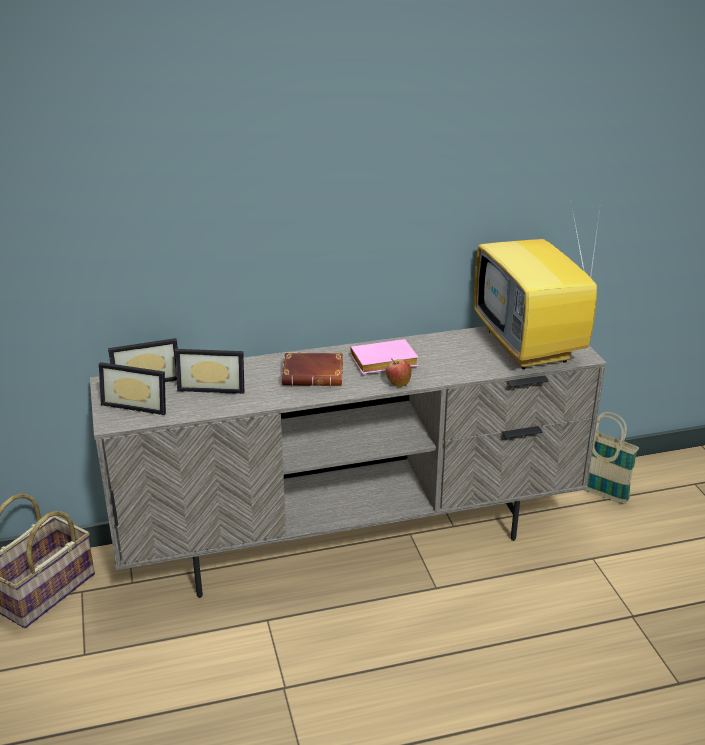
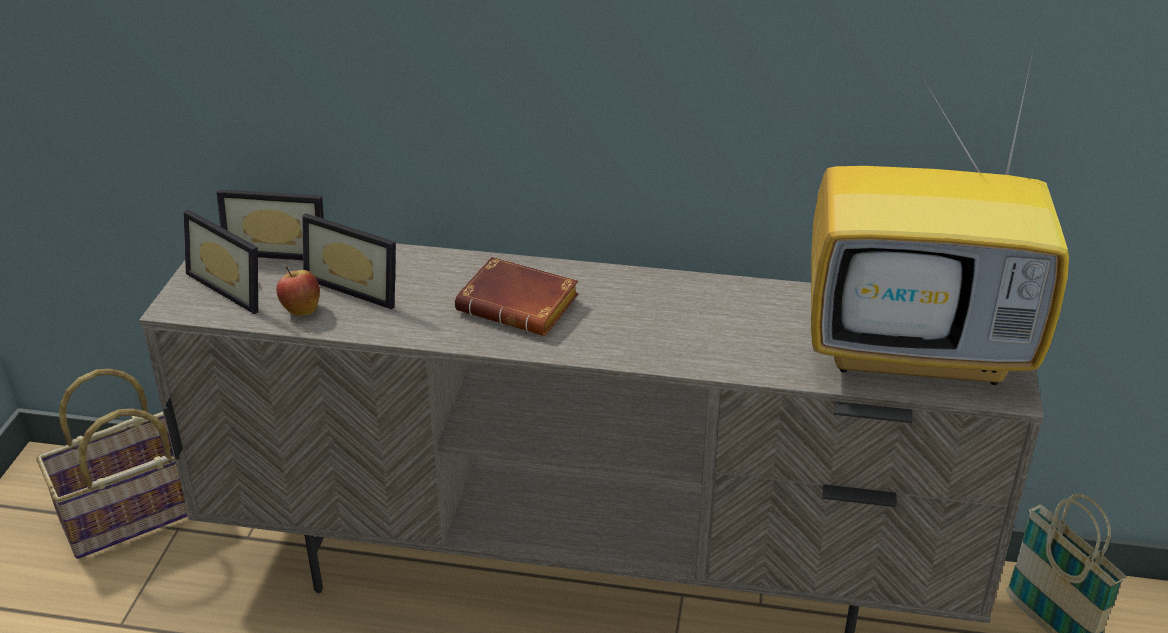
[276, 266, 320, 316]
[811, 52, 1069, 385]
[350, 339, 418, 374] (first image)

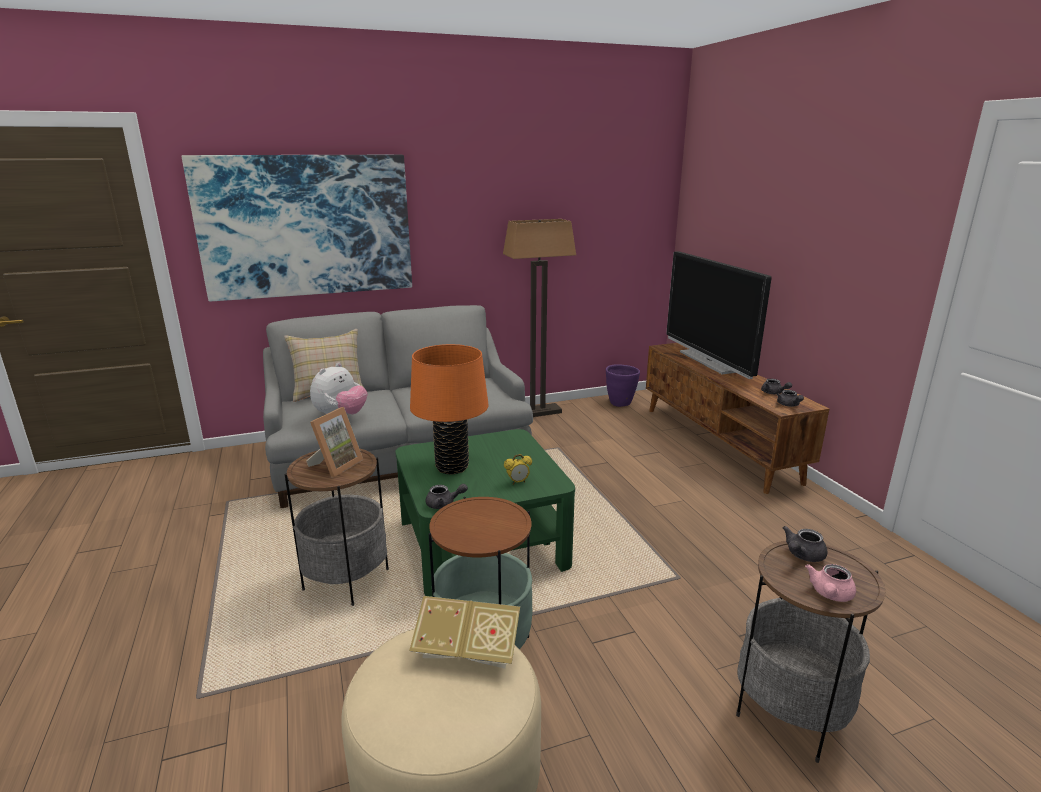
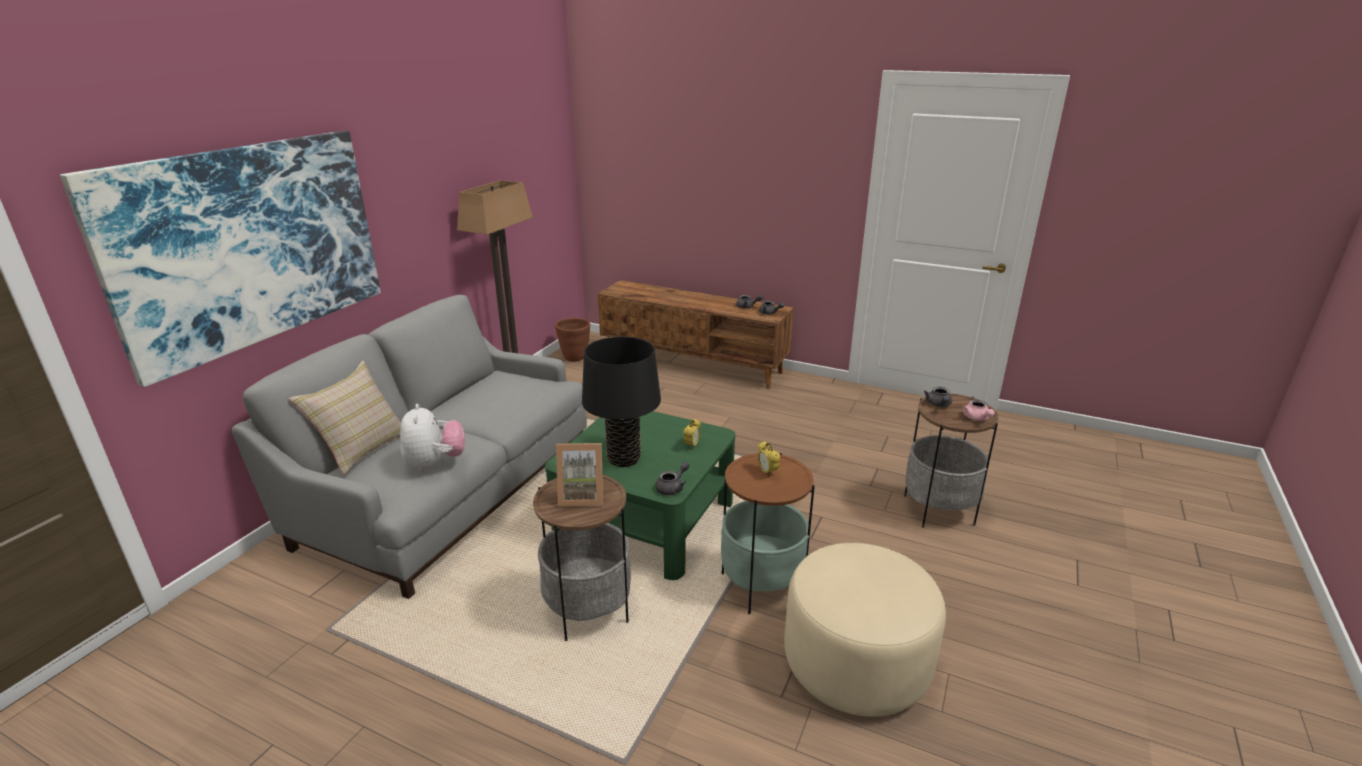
[555, 318, 590, 362]
[556, 443, 603, 507]
[582, 336, 661, 467]
[757, 441, 780, 477]
[409, 596, 520, 669] (first image)
[666, 251, 772, 379] (first image)

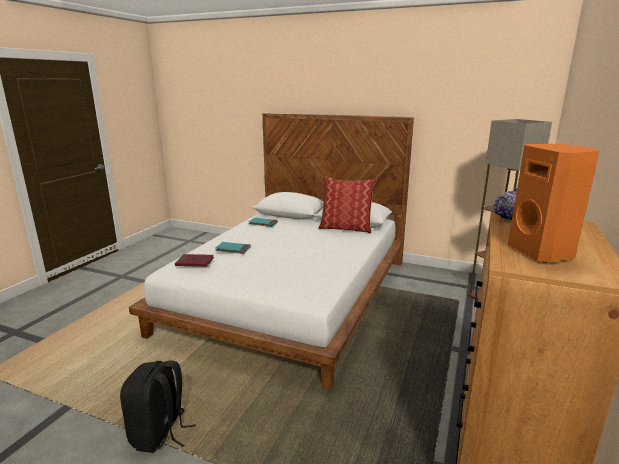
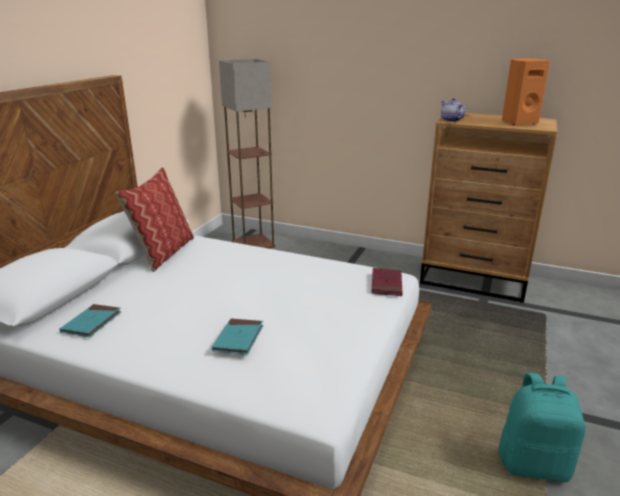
[371, 268, 402, 296]
[499, 373, 586, 482]

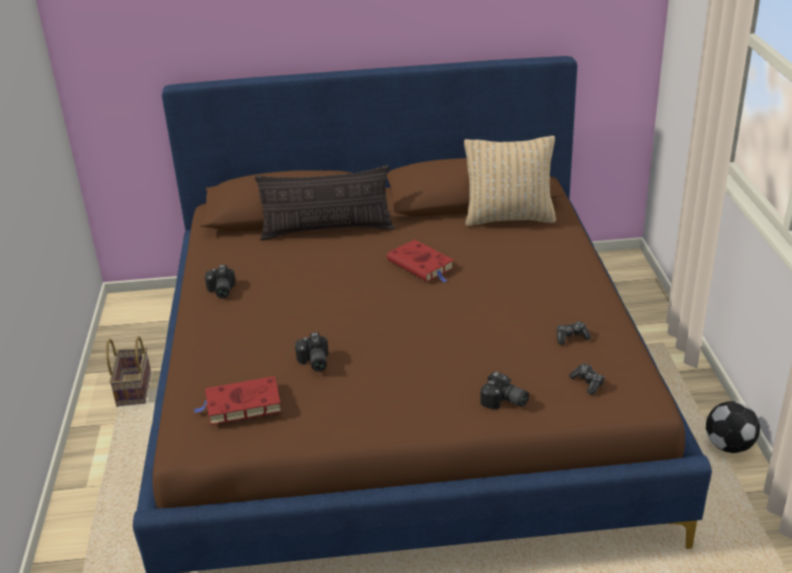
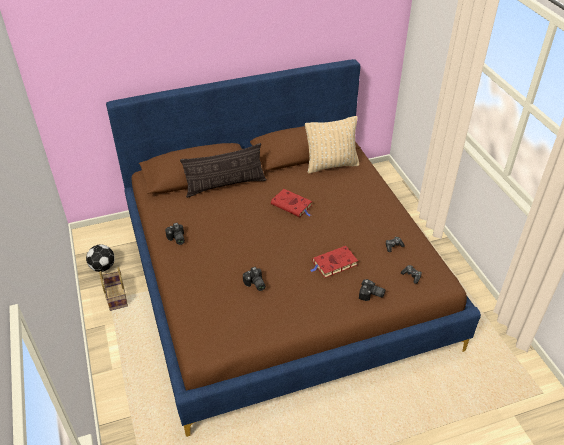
[86, 245, 115, 272]
[310, 246, 358, 278]

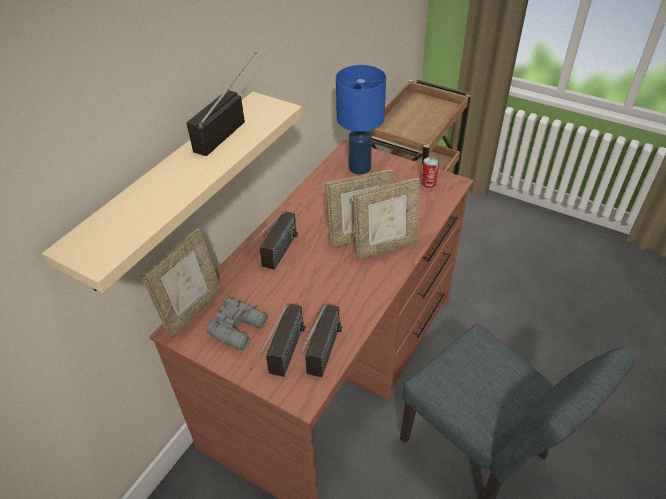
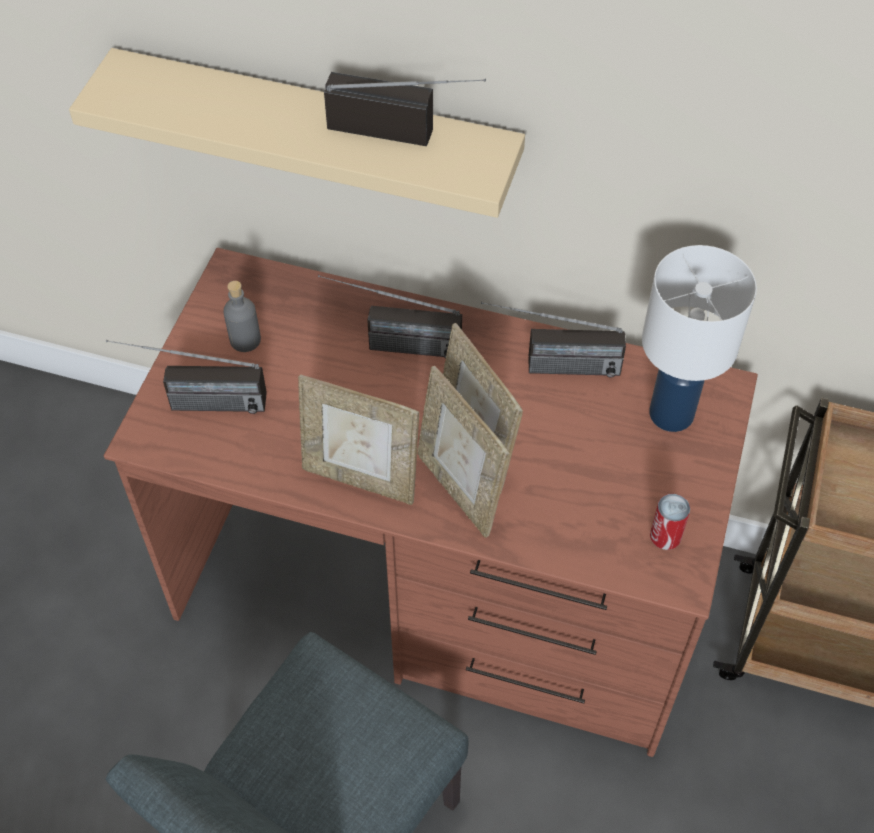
[223, 281, 261, 352]
[298, 374, 419, 505]
[481, 302, 626, 377]
[642, 245, 757, 432]

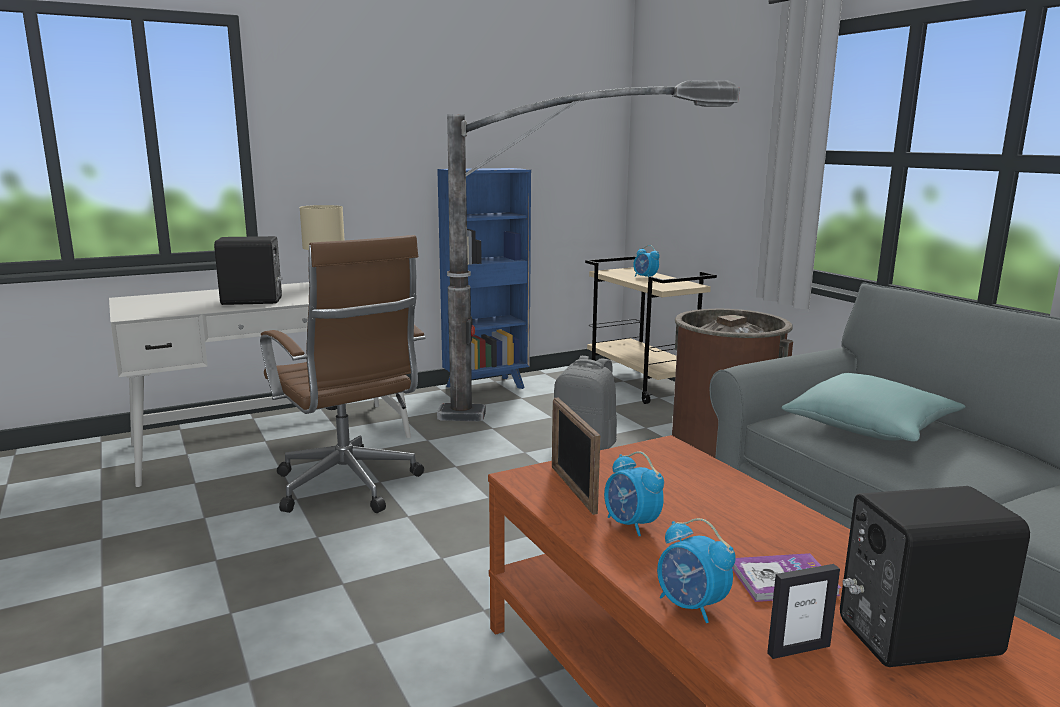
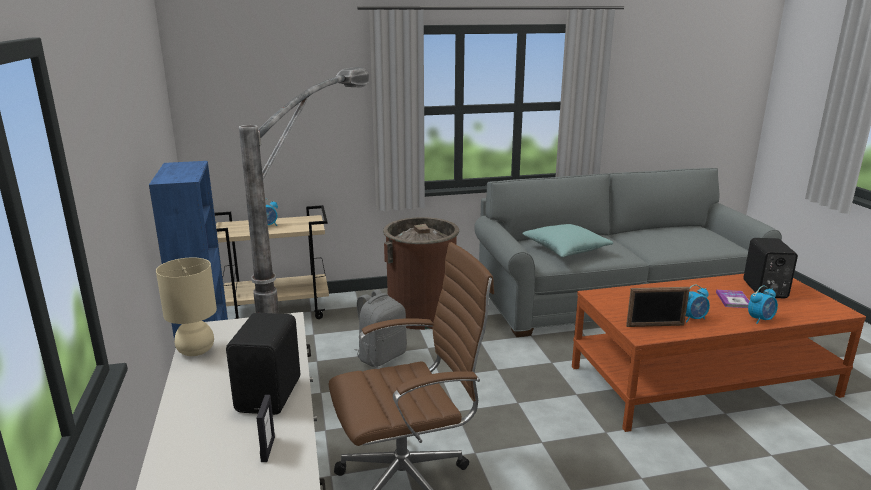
[257, 395, 275, 462]

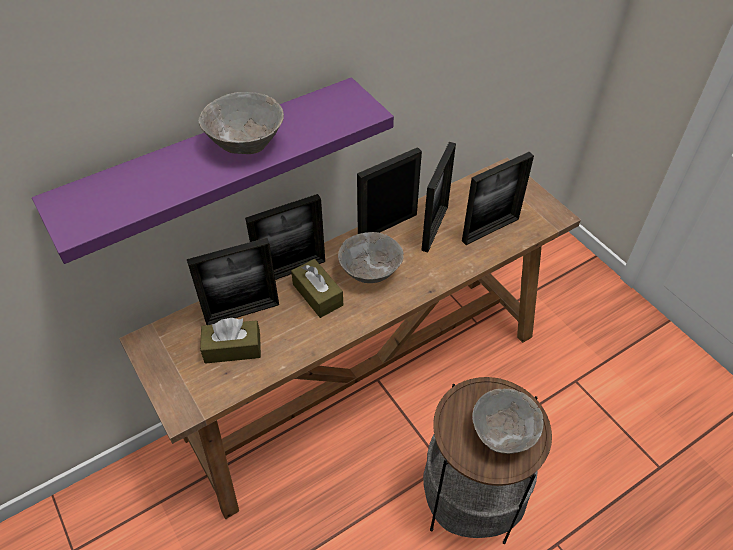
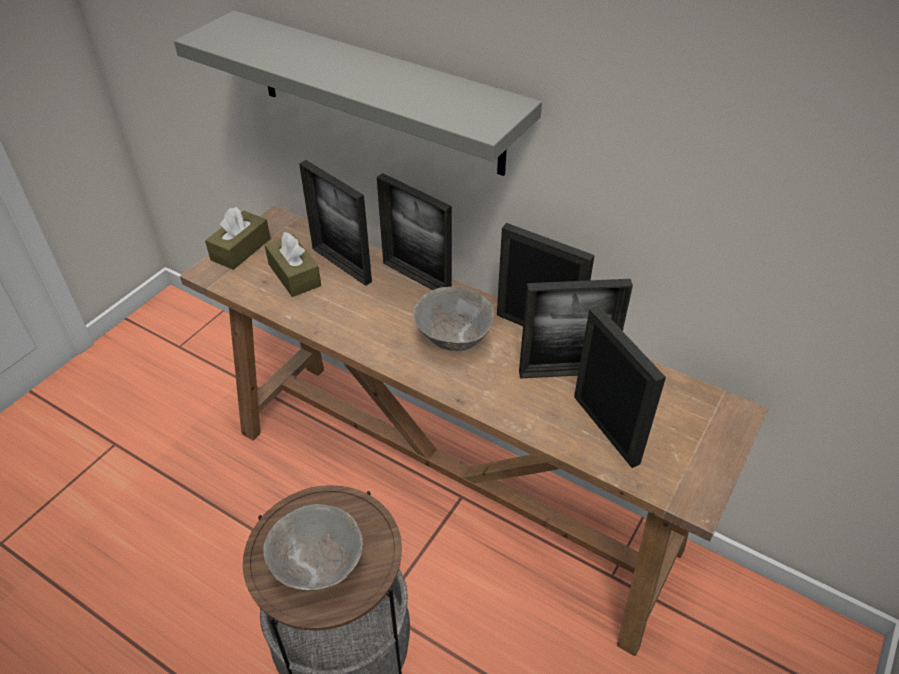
[174, 10, 542, 176]
[205, 207, 271, 270]
[574, 306, 666, 468]
[199, 92, 284, 154] (first image)

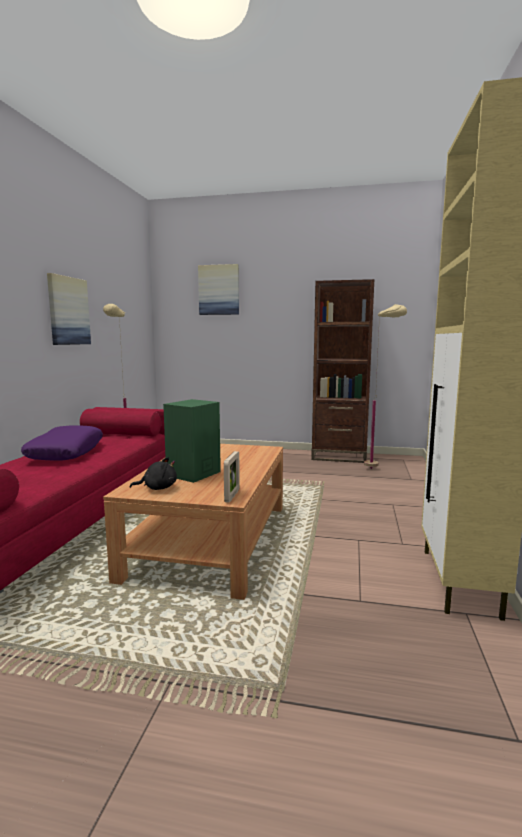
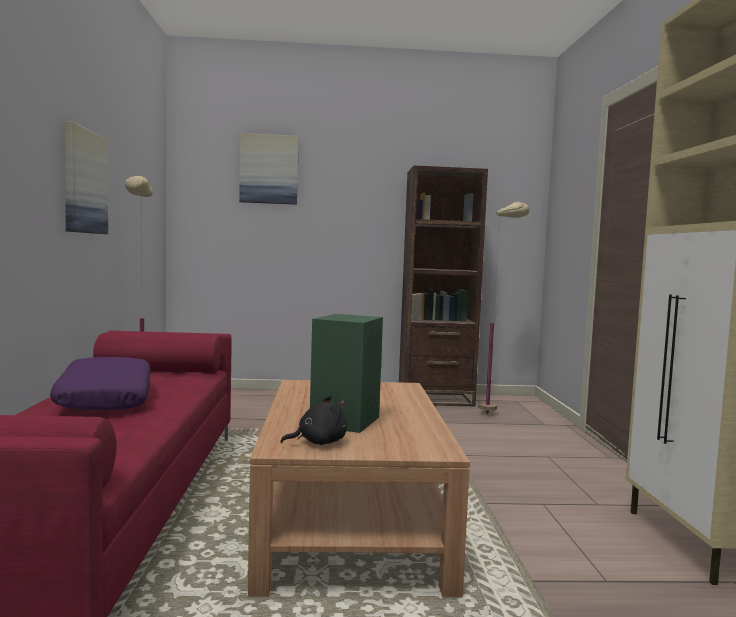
[224, 451, 240, 503] (first image)

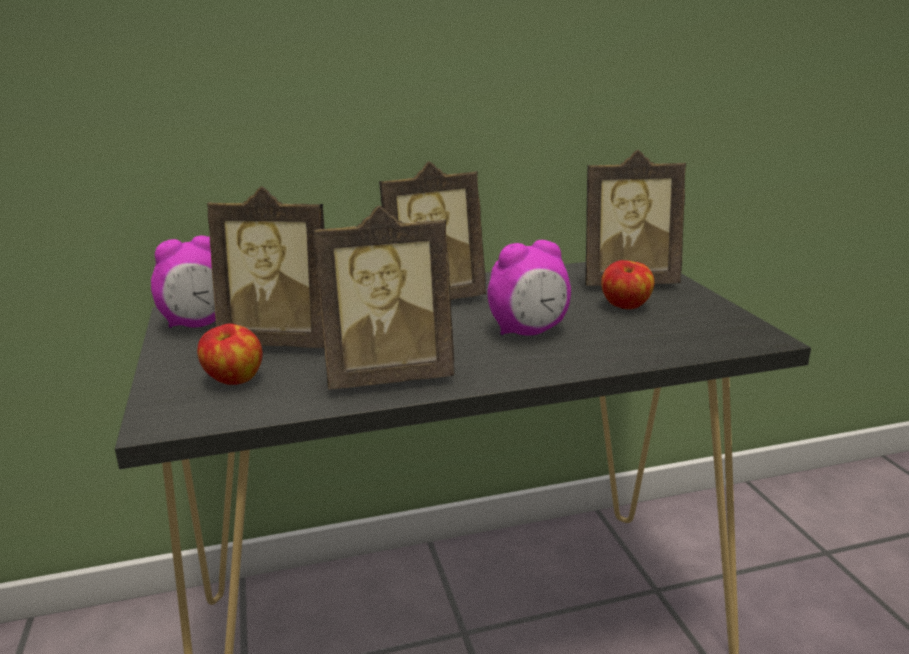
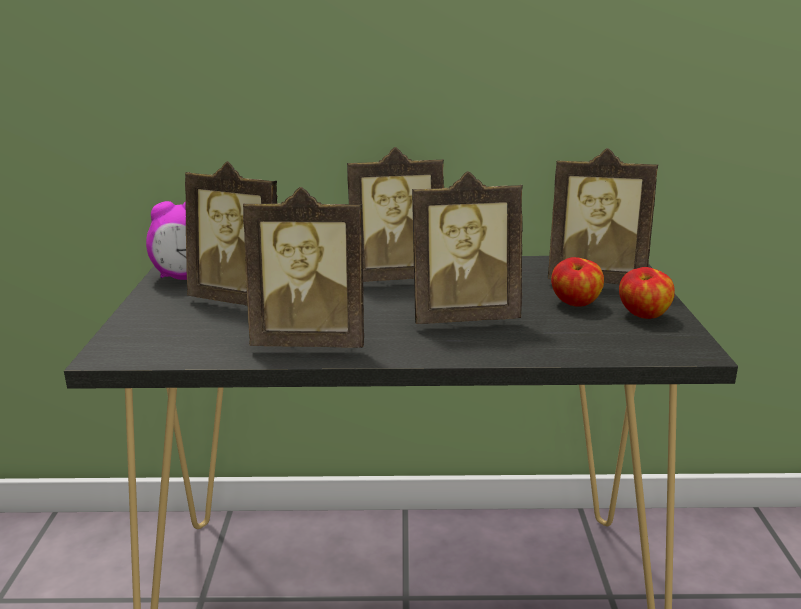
[412, 171, 523, 324]
[619, 267, 675, 319]

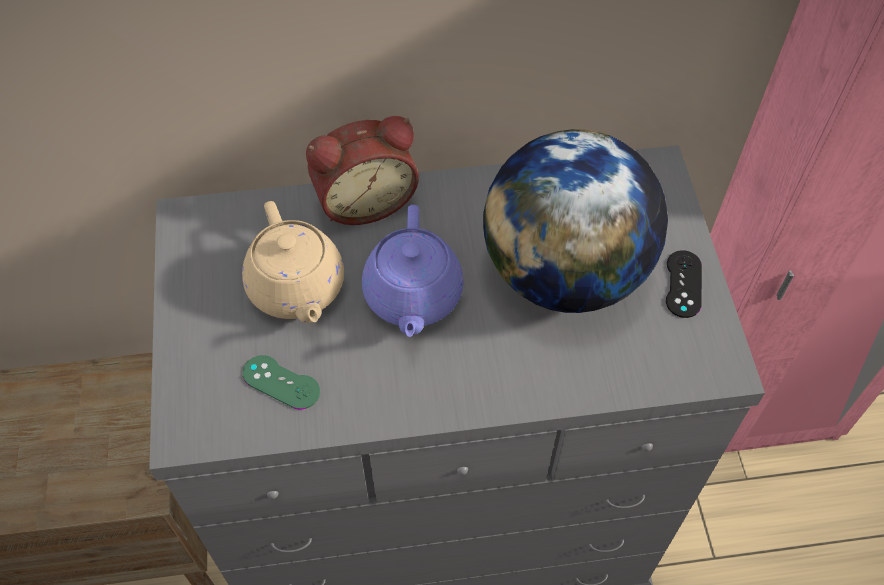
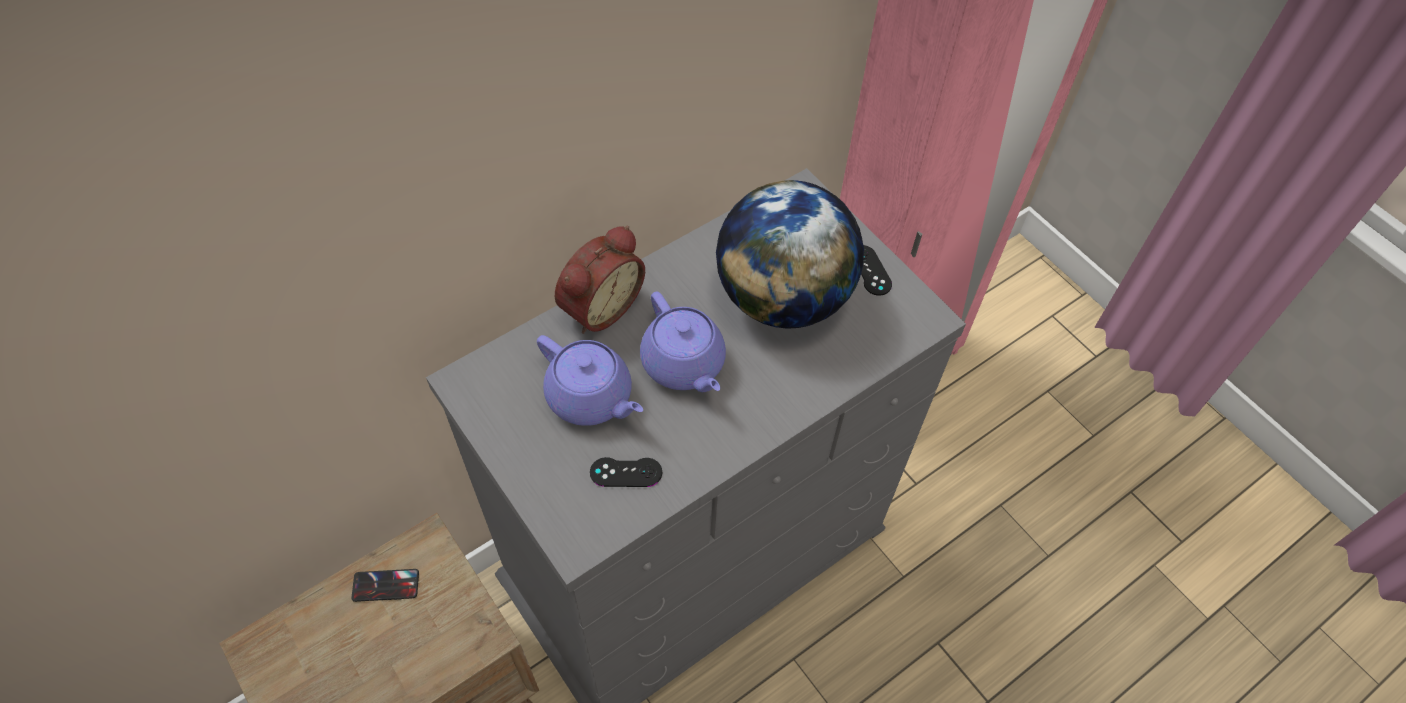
[352, 569, 419, 602]
[537, 335, 643, 426]
[590, 457, 662, 487]

